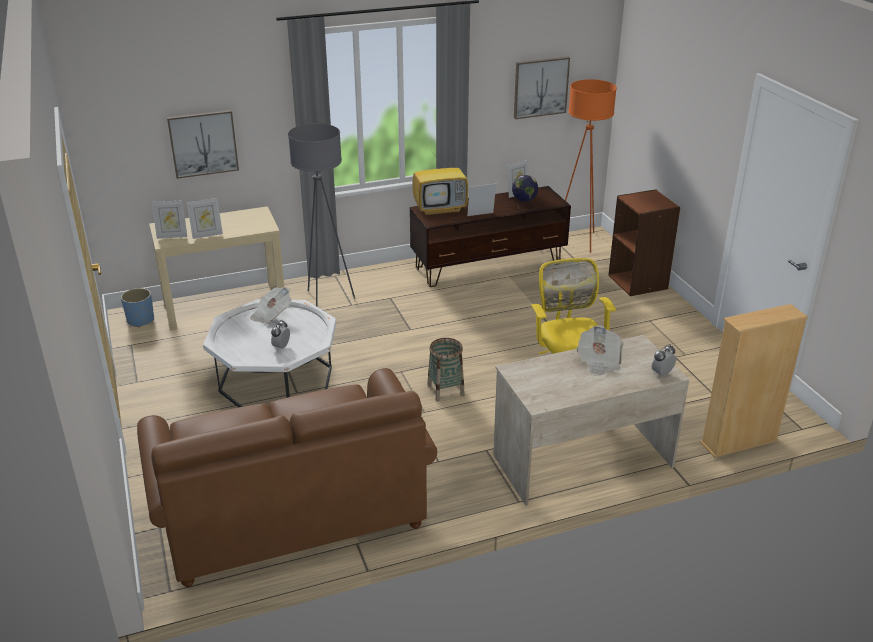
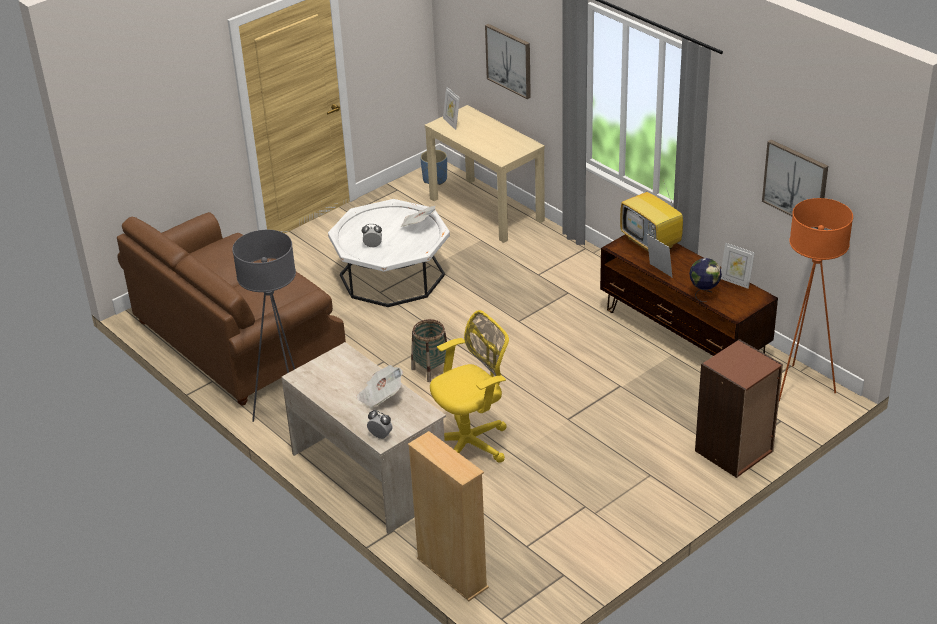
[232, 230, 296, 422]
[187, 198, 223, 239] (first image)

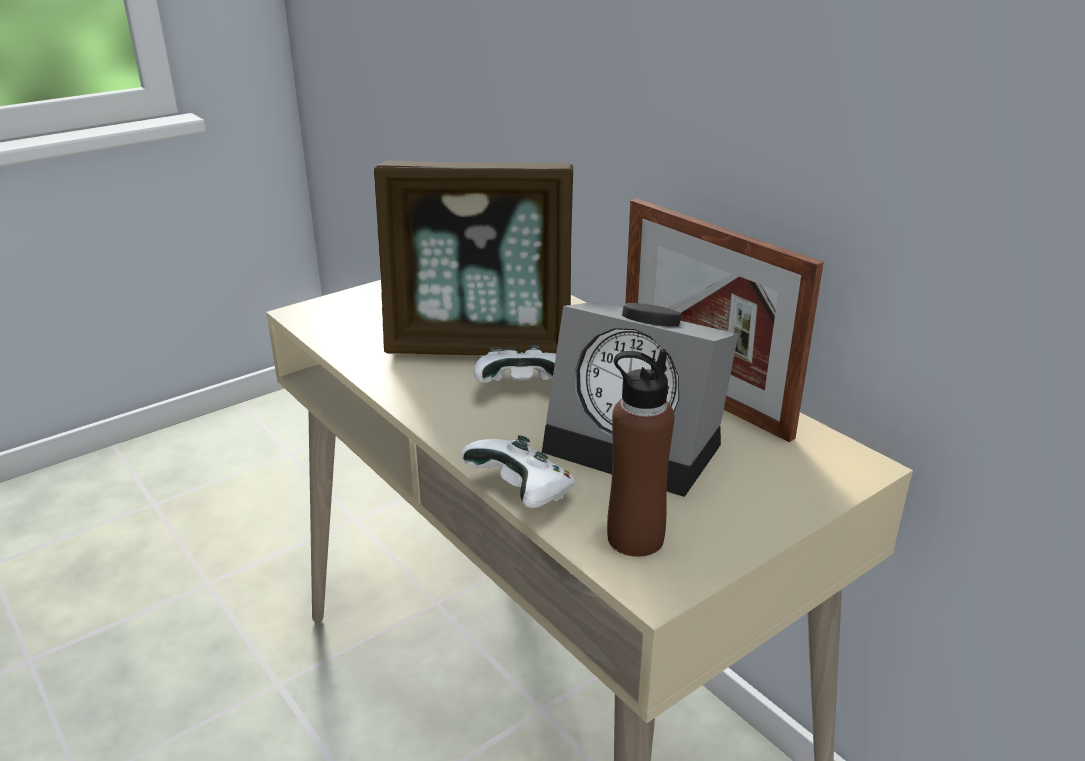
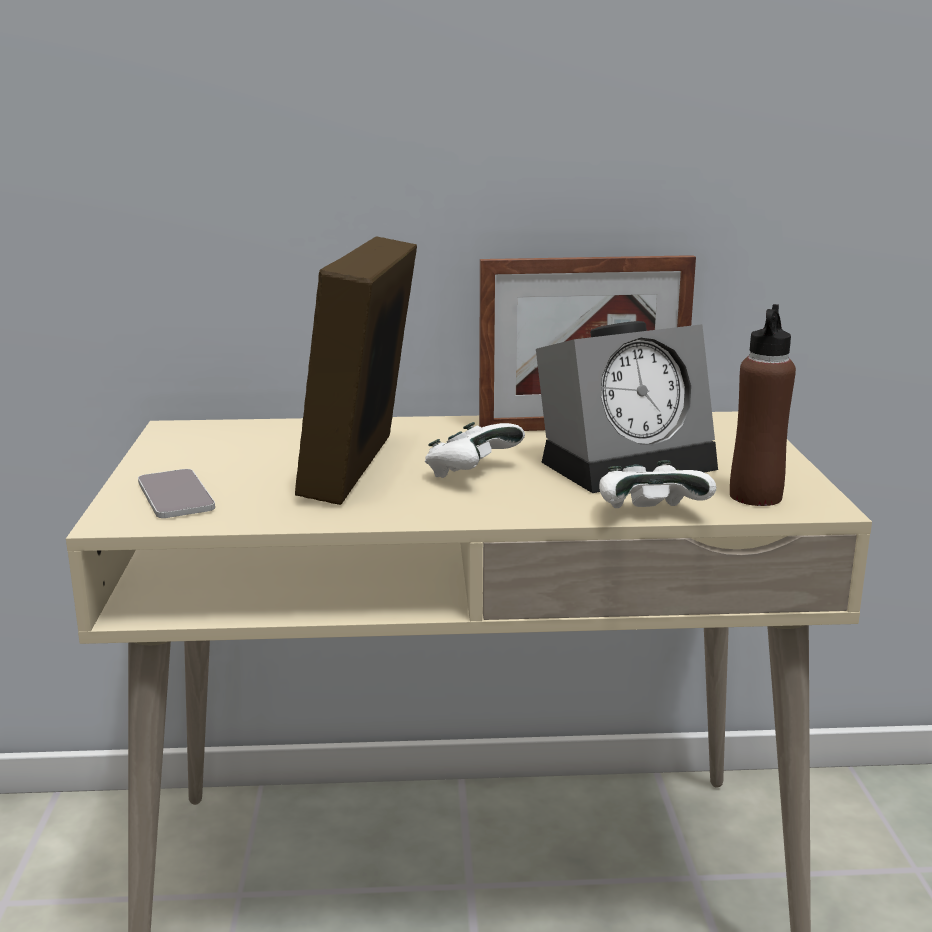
[138, 469, 215, 518]
[295, 236, 417, 505]

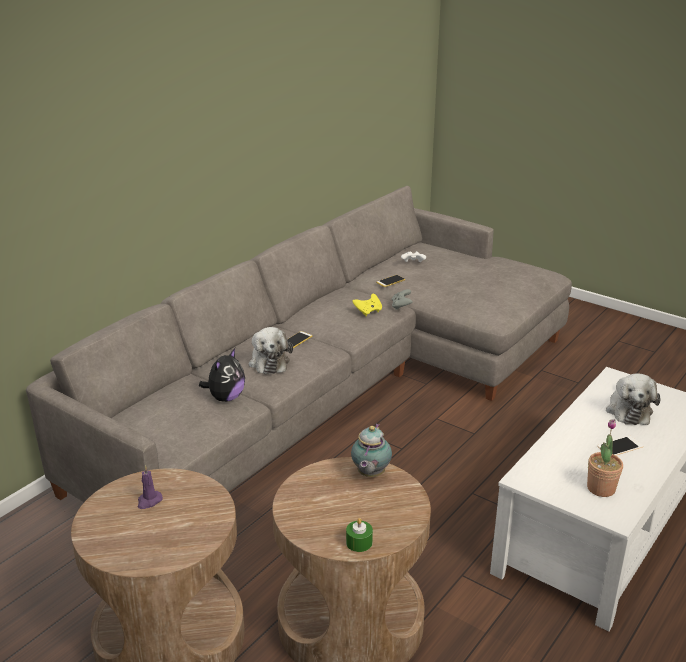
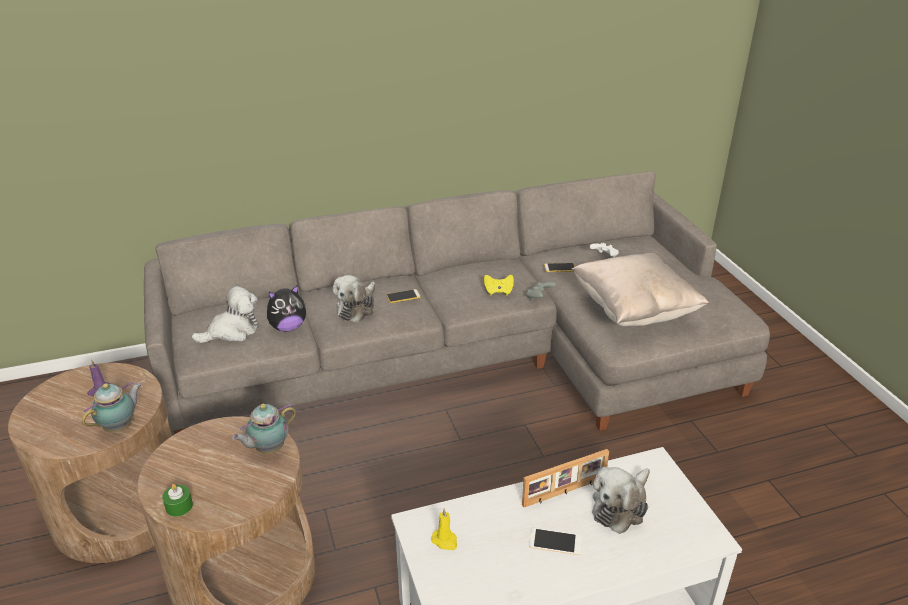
[82, 381, 141, 433]
[191, 286, 259, 343]
[431, 508, 457, 550]
[522, 449, 609, 507]
[571, 253, 709, 326]
[587, 419, 623, 497] (first image)

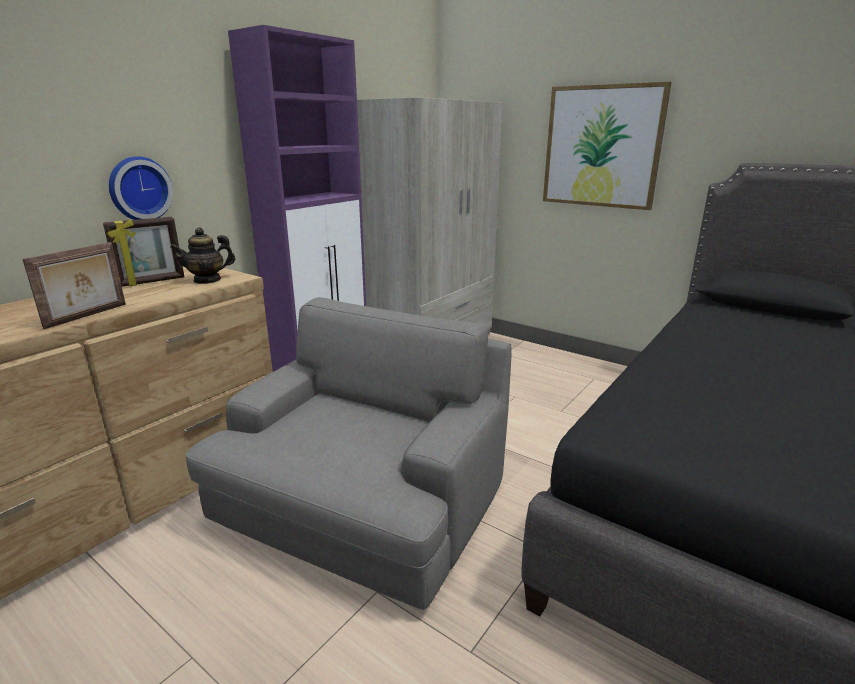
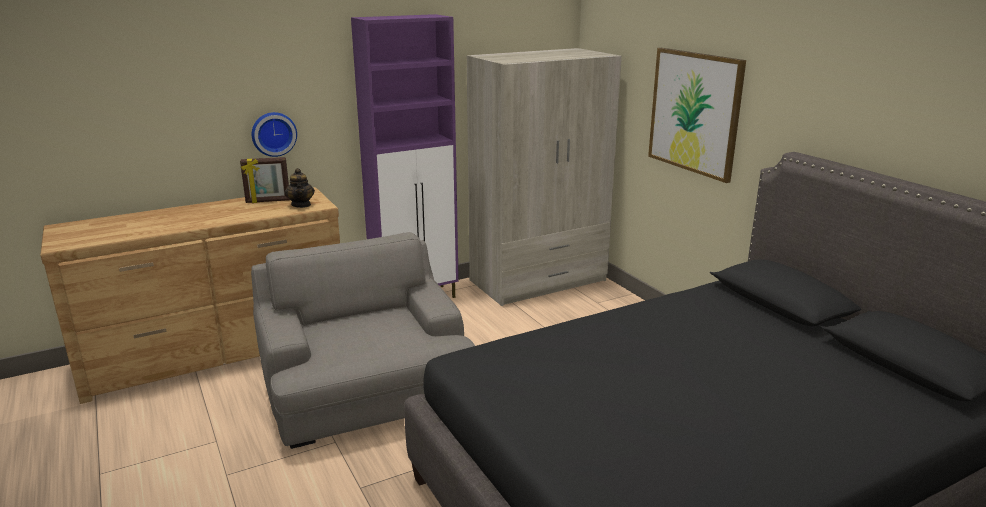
[251, 232, 475, 449]
[285, 168, 315, 208]
[23, 242, 126, 329] (first image)

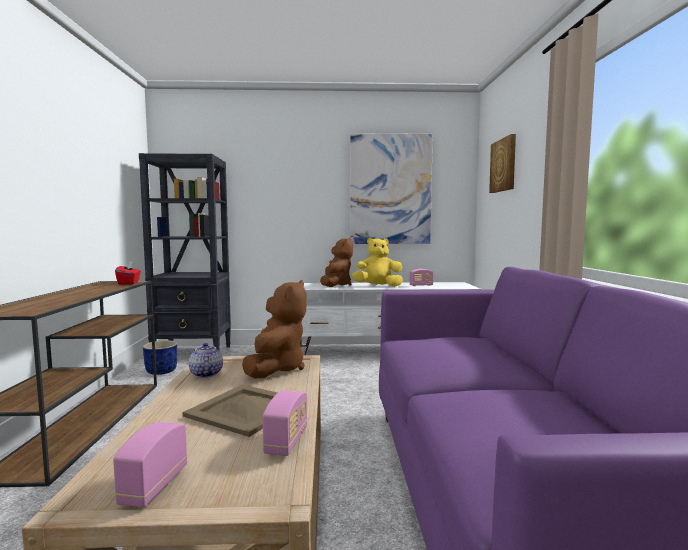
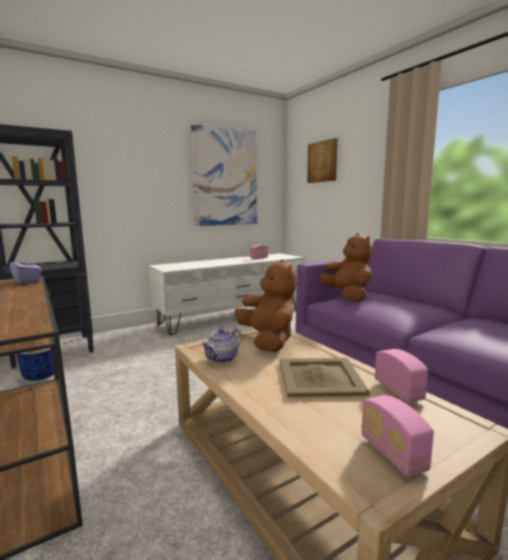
[9, 255, 42, 284]
[201, 328, 241, 363]
[320, 233, 372, 302]
[352, 237, 403, 287] (first image)

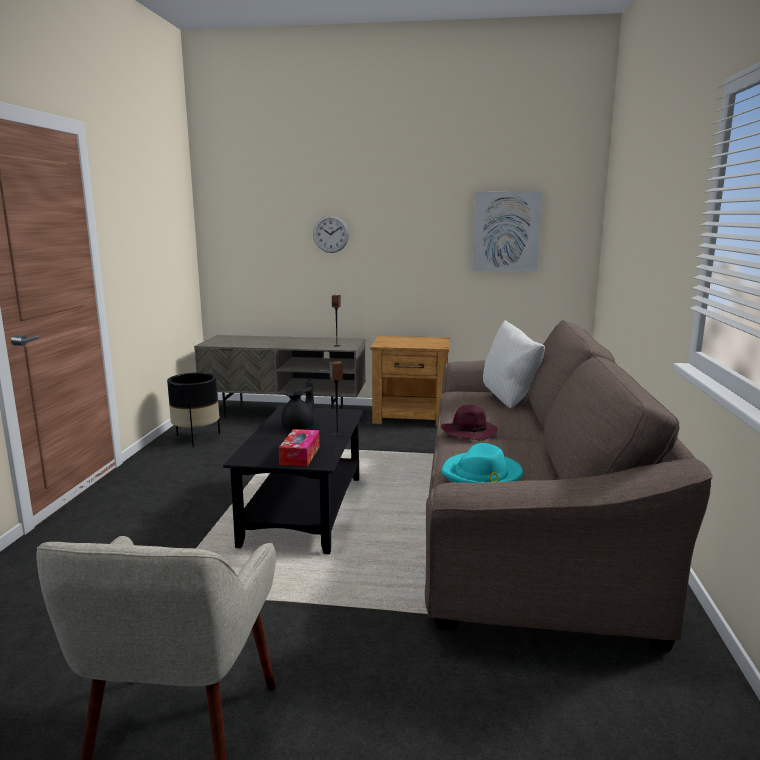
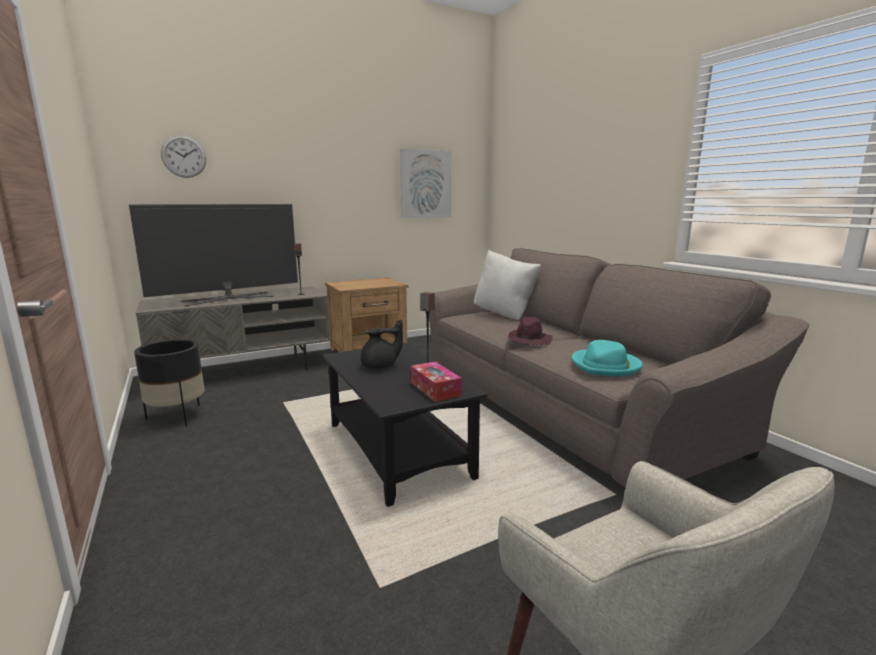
[129, 204, 298, 306]
[161, 135, 206, 178]
[361, 319, 403, 369]

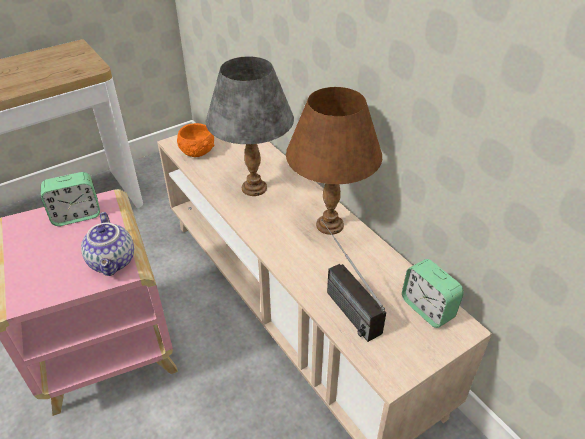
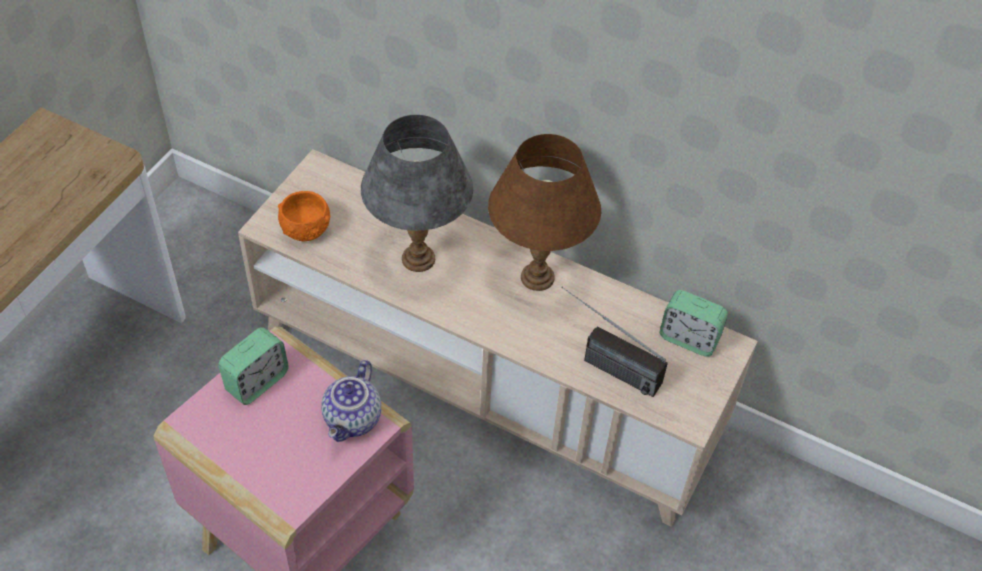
[321, 360, 381, 442]

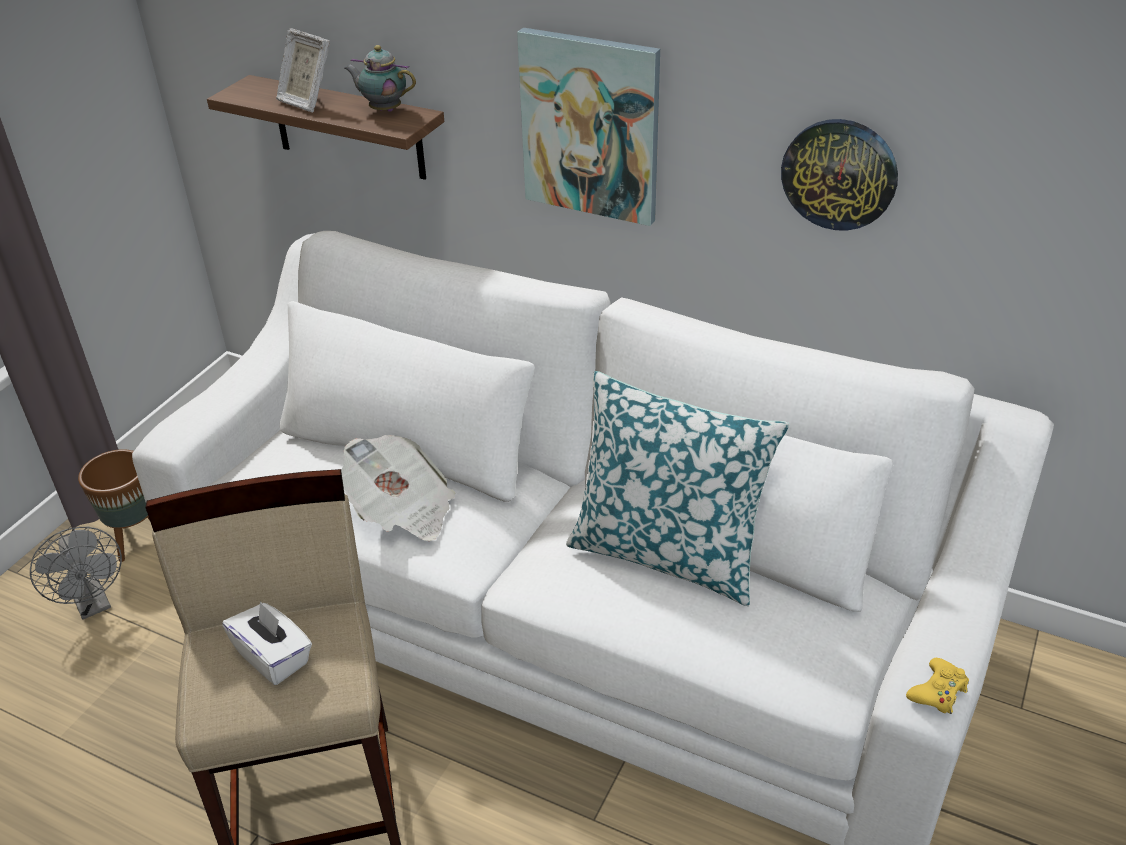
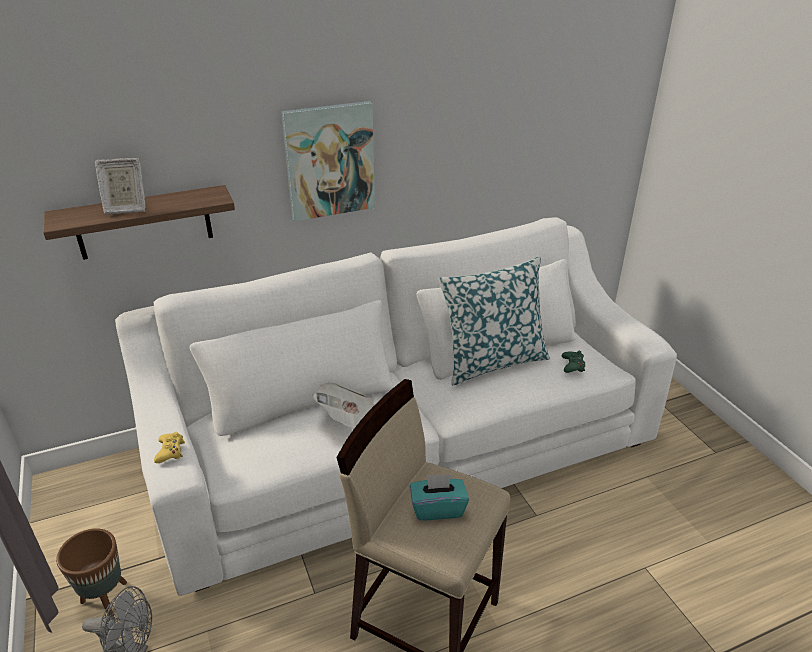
[154, 432, 185, 463]
[410, 474, 469, 521]
[562, 351, 585, 373]
[345, 45, 416, 112] (first image)
[781, 119, 898, 230] (first image)

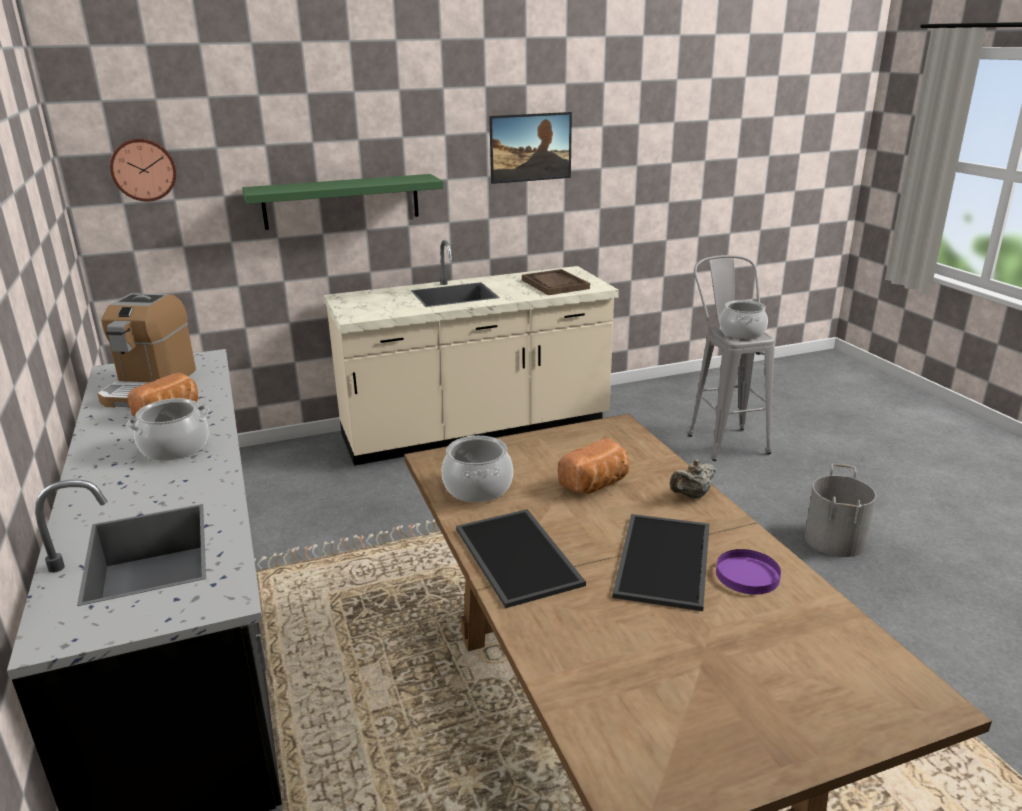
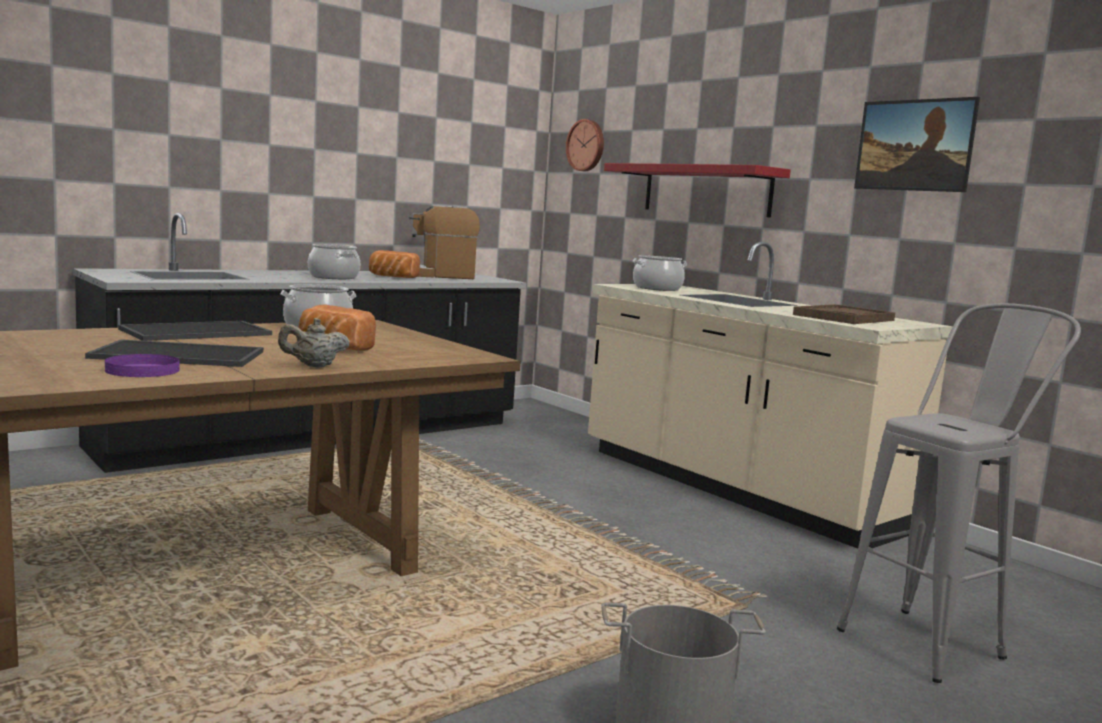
[278, 318, 350, 368]
[604, 163, 791, 218]
[632, 255, 687, 291]

